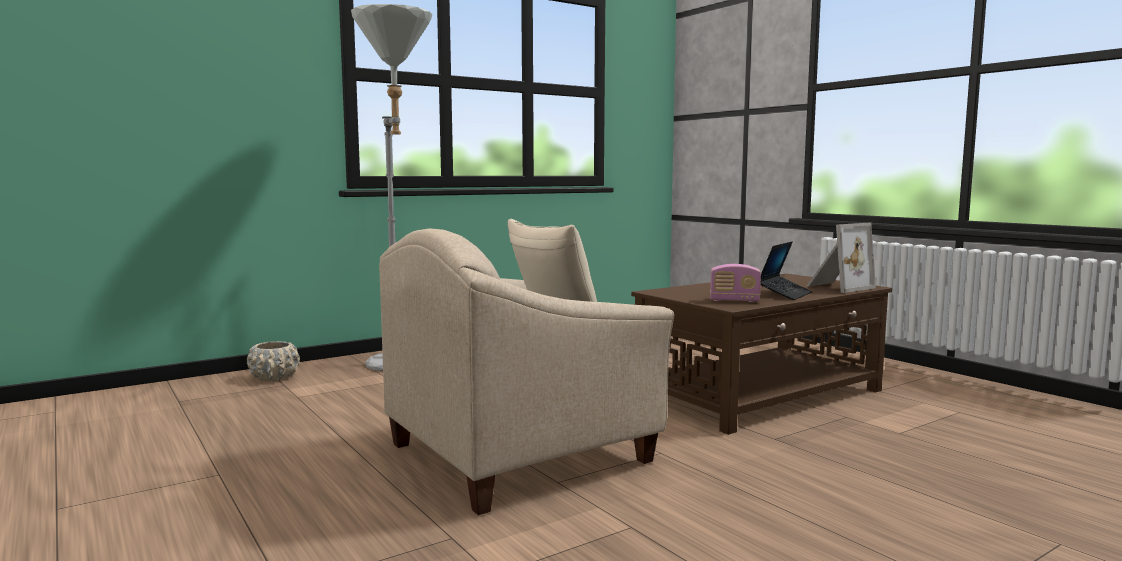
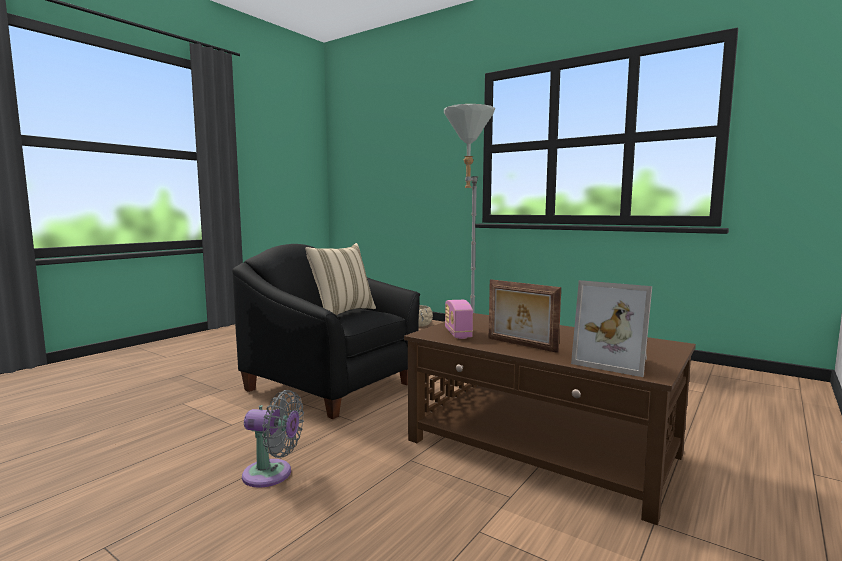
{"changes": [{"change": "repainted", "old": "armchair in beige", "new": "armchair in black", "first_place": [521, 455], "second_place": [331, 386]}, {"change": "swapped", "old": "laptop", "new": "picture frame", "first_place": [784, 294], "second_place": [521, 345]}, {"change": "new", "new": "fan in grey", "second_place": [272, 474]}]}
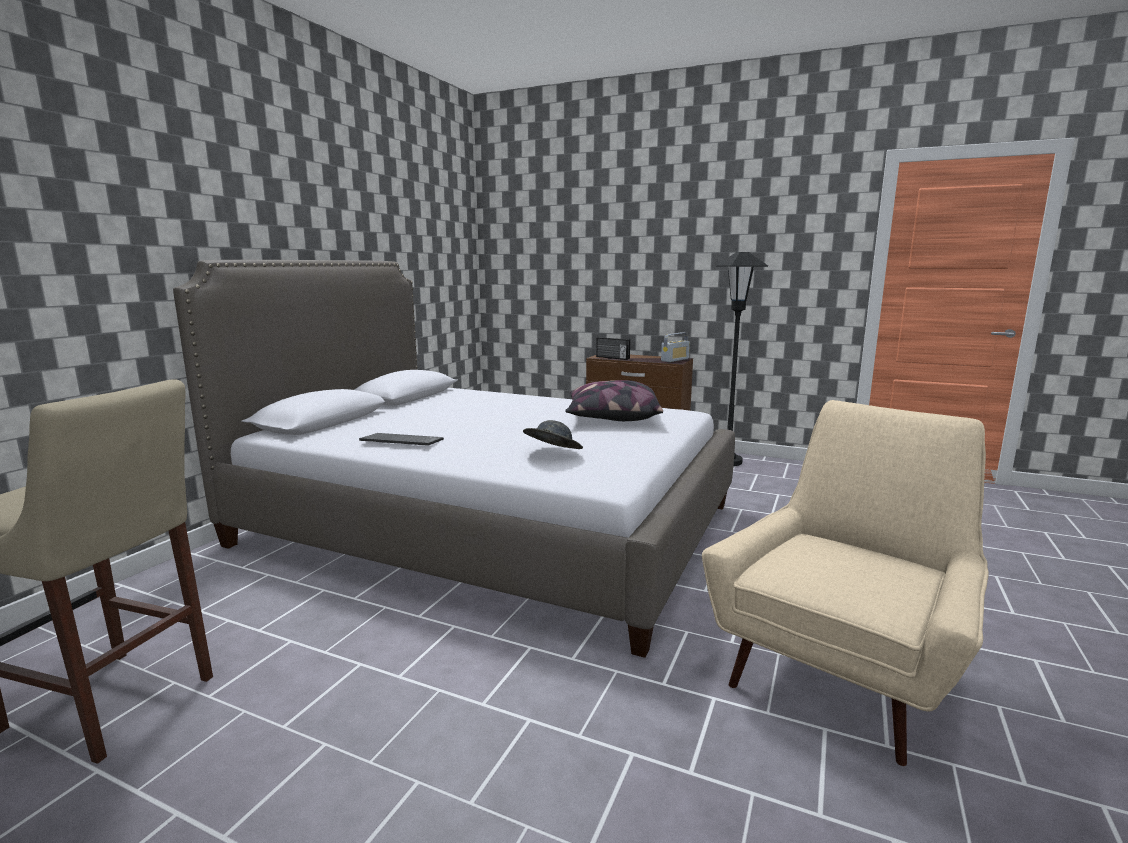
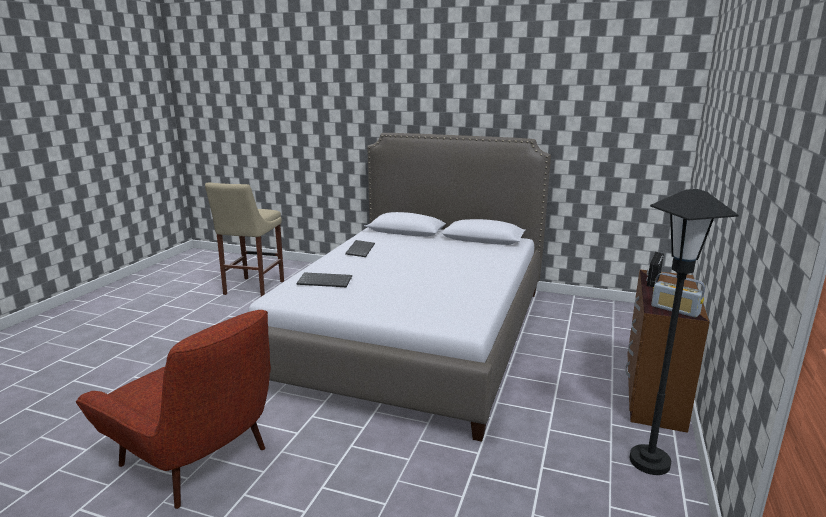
{"changes": [{"change": "gone", "old": "pillow", "first_place": [612, 418]}, {"change": "repainted", "old": "armchair in beige", "new": "armchair in red", "first_place": [840, 673], "second_place": [199, 460]}, {"change": "swapped", "old": "hat in grey", "new": "keyboard", "first_place": [552, 453], "second_place": [325, 281]}]}
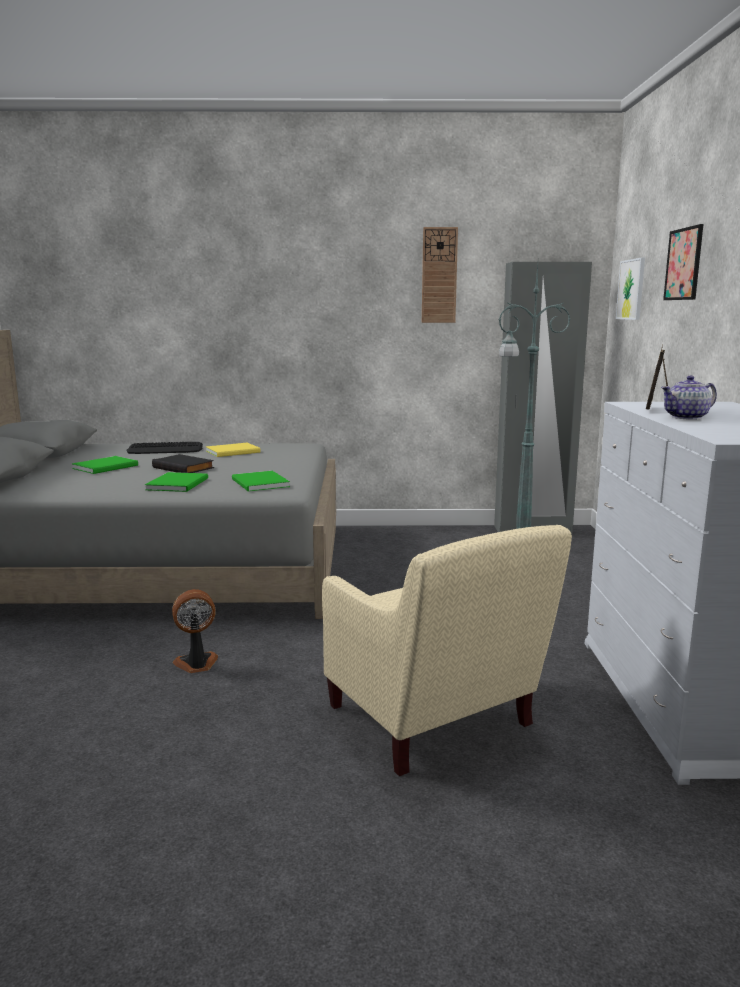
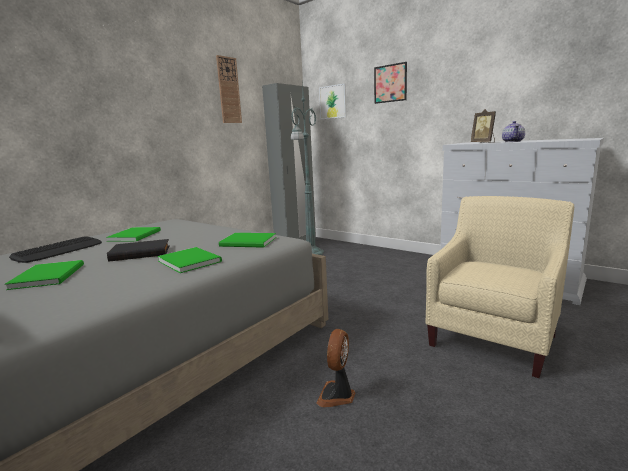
{"changes": [{"change": "repainted", "old": "book in yellow", "new": "book in green", "first_place": [234, 452], "second_place": [136, 235]}, {"change": "rotated", "old": "armchair in beige", "first_place": [434, 723], "second_place": [495, 336], "degrees": -60}]}
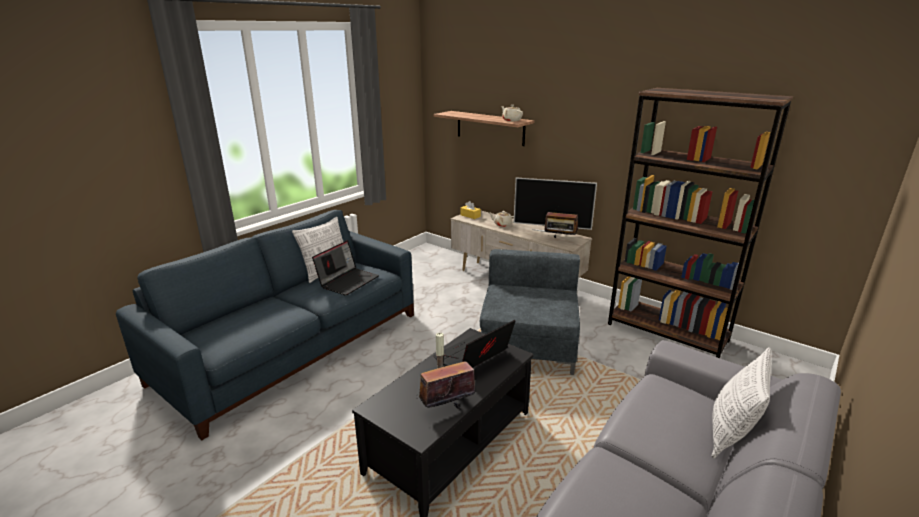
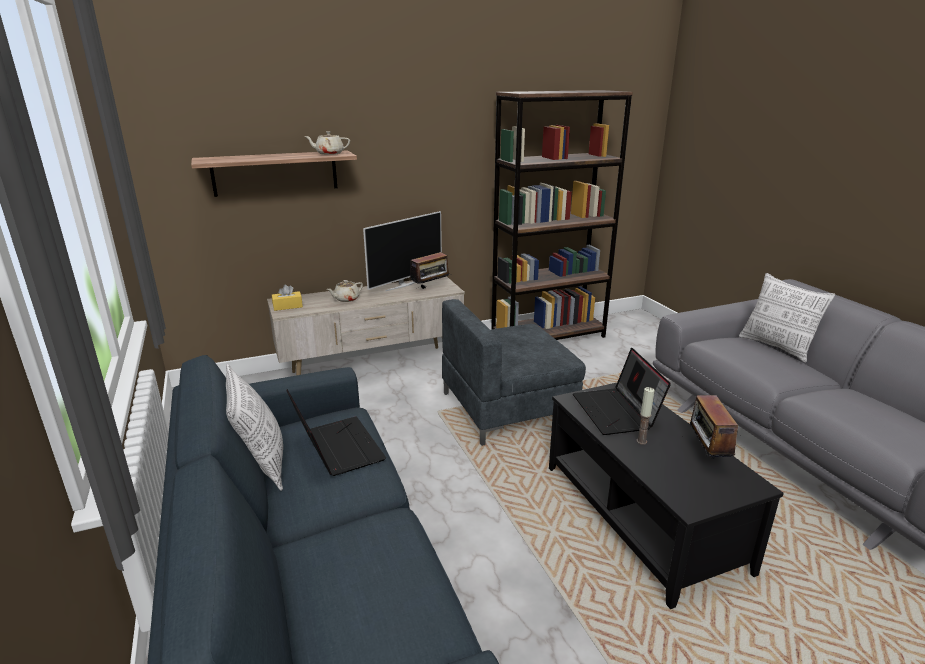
{"changes": [{"change": "rotated", "old": "armchair in grey", "first_place": [527, 347], "second_place": [509, 408], "degrees": -60}]}
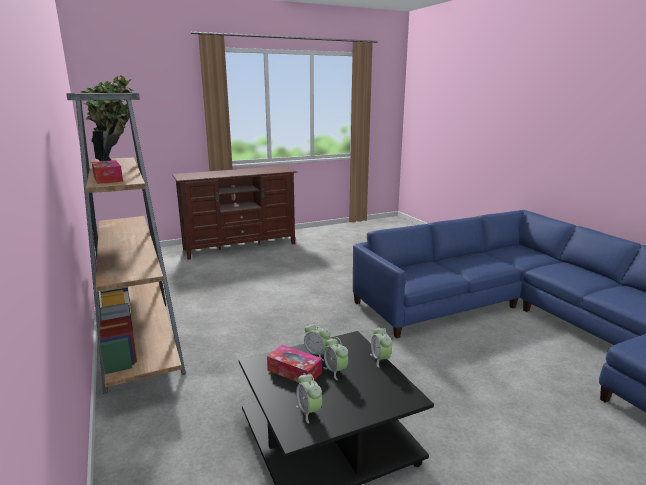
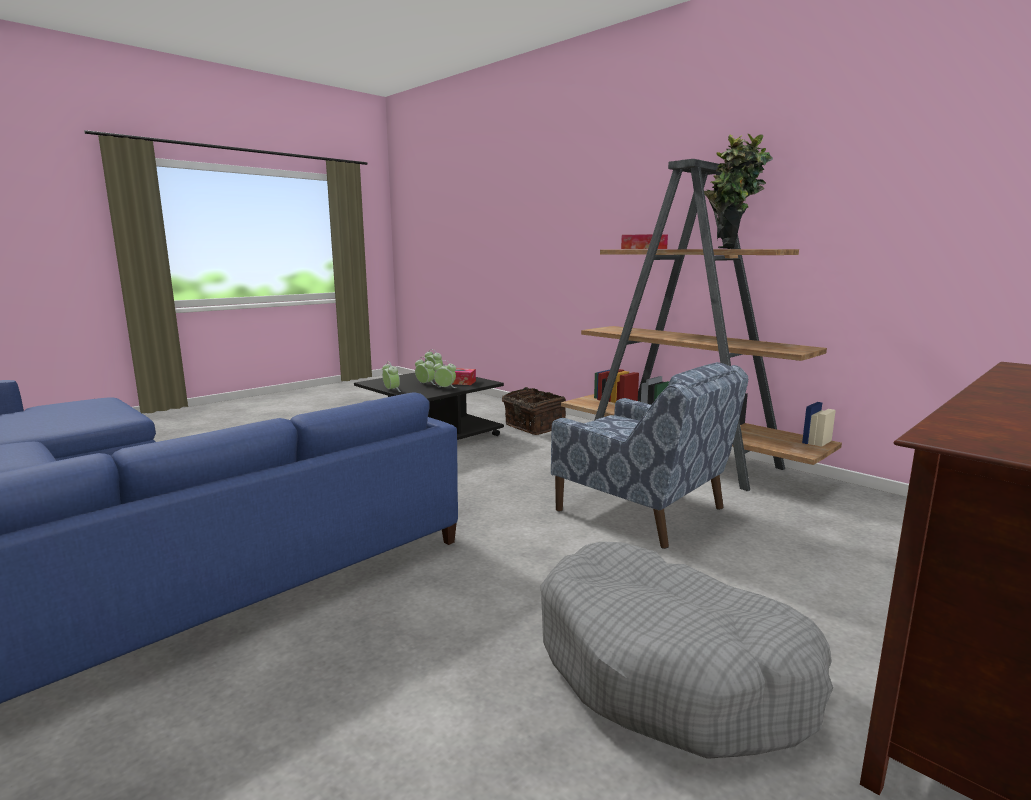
{"changes": [{"change": "new", "new": "armchair in blue", "second_place": [642, 511]}, {"change": "new", "new": "basket", "second_place": [533, 427]}, {"change": "new", "new": "dog bed in grey", "second_place": [671, 669]}]}
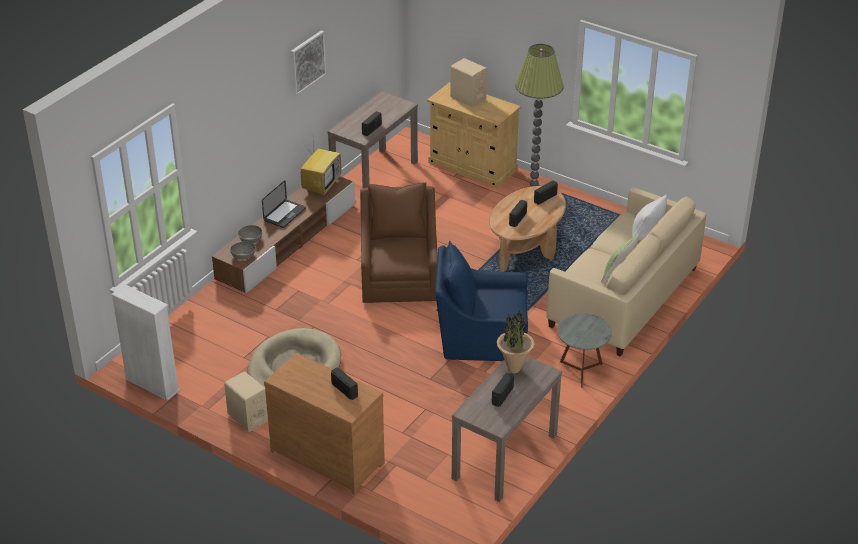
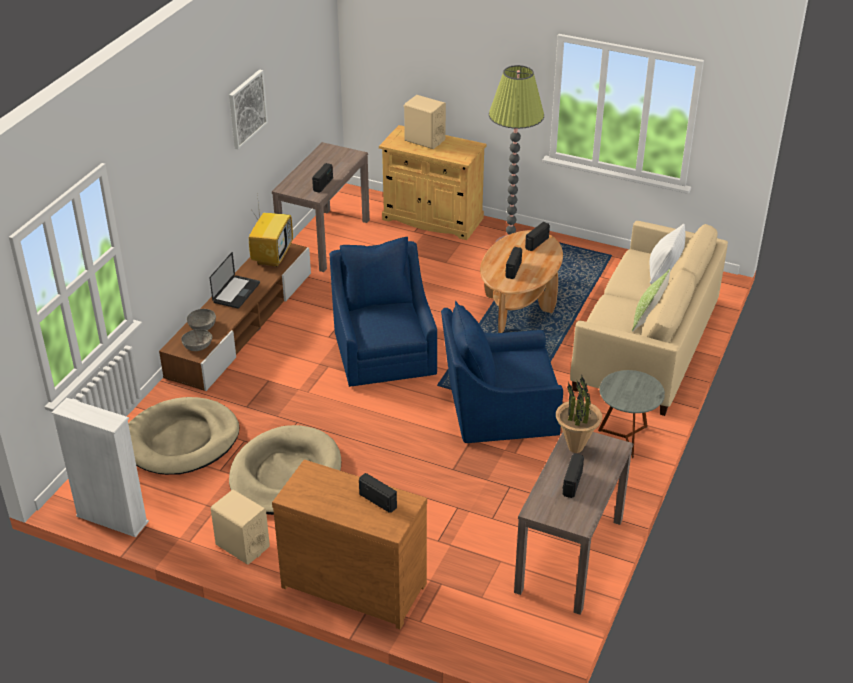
{"changes": [{"change": "repainted", "old": "armchair in brown", "new": "armchair in blue", "first_place": [399, 277], "second_place": [384, 351]}, {"change": "new", "new": "dog bed in beige", "second_place": [181, 440]}]}
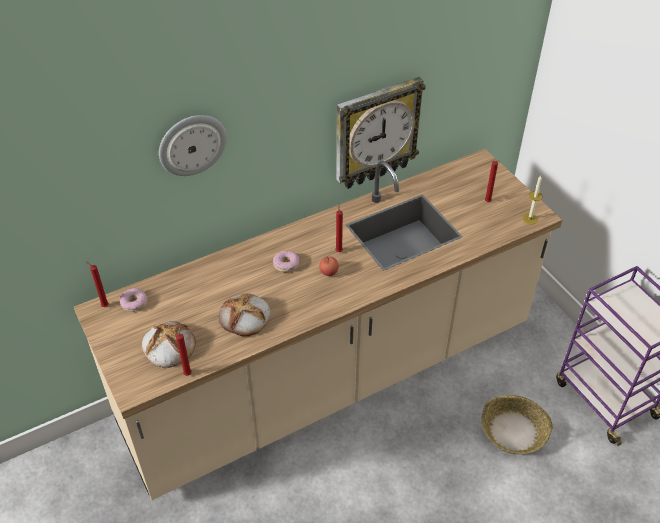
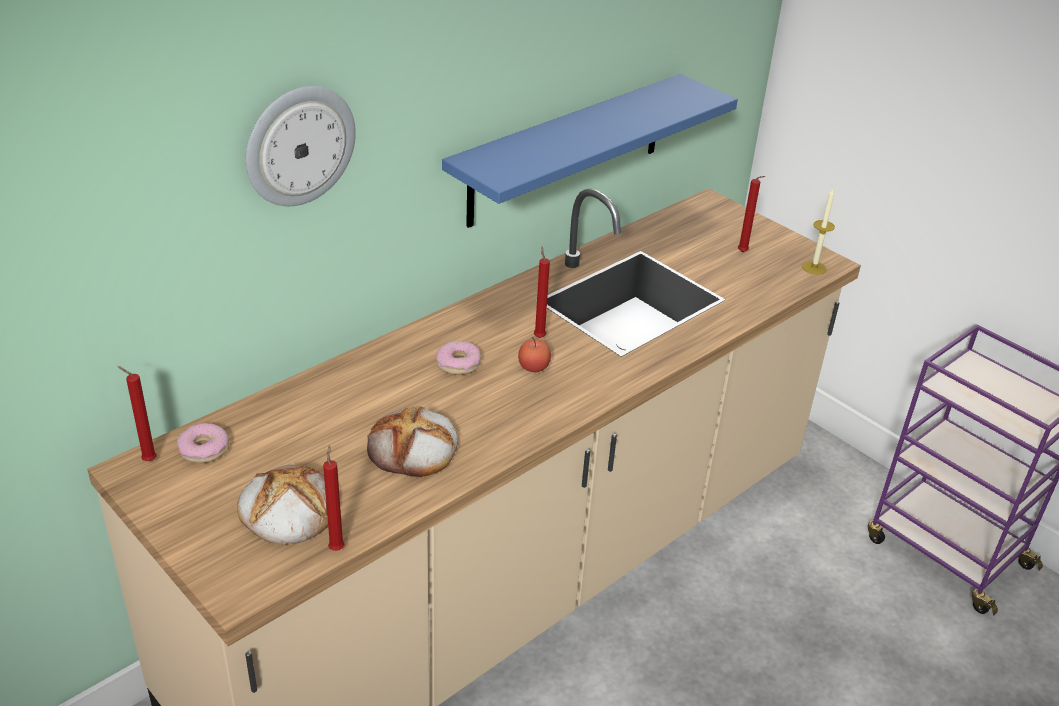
{"changes": [{"change": "swapped", "old": "wall clock", "new": "shelf in blue", "first_place": [376, 133], "second_place": [567, 150]}, {"change": "gone", "old": "basket", "first_place": [514, 431]}]}
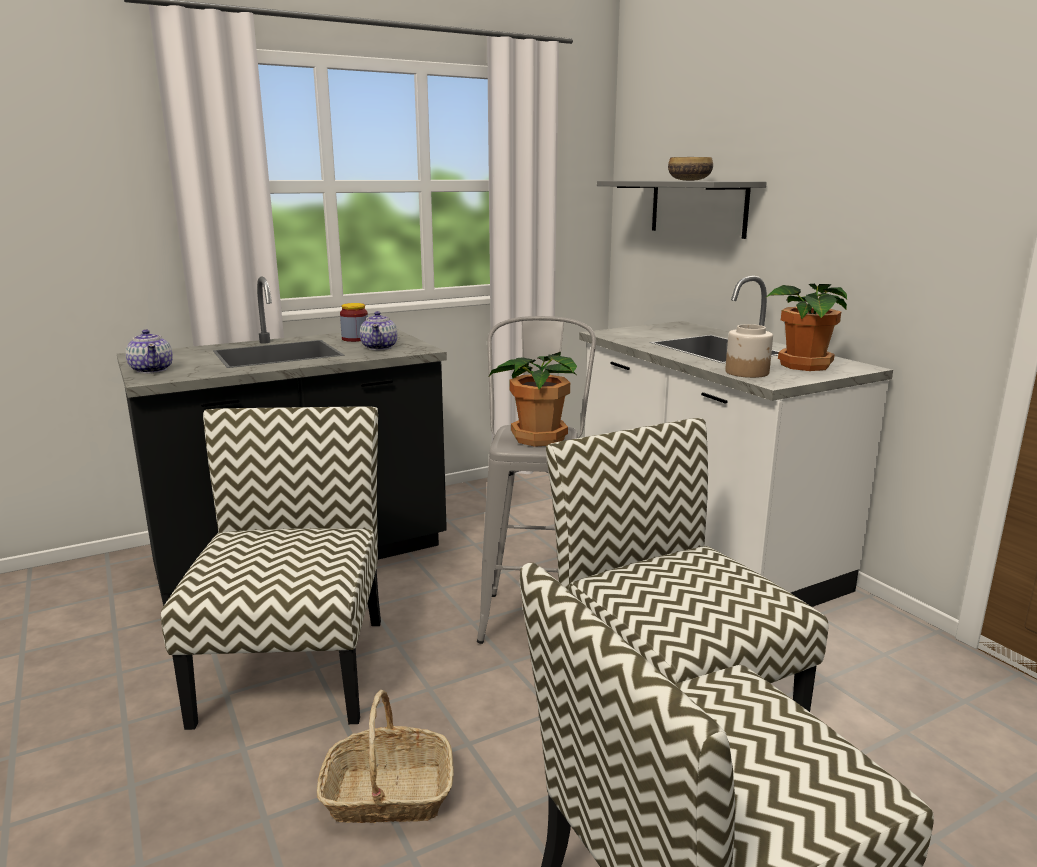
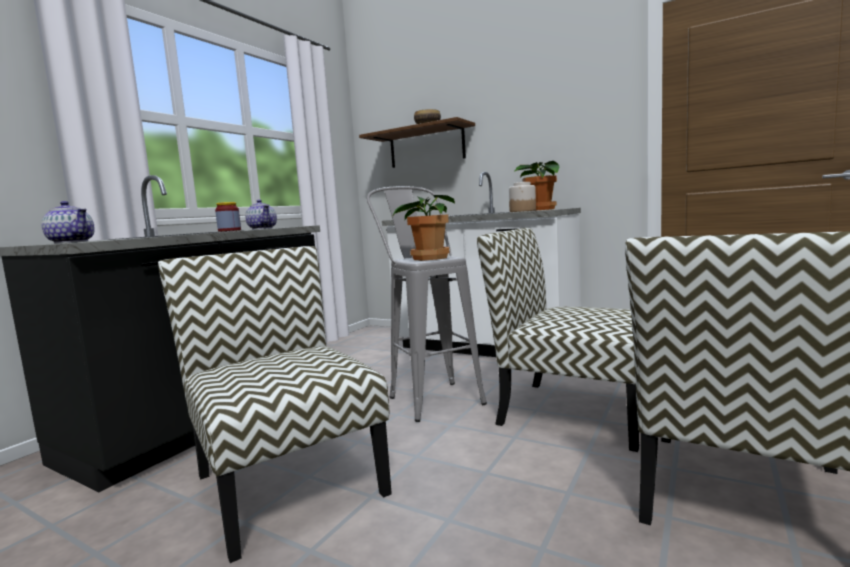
{"changes": [{"change": "repainted", "old": "shelf in grey", "new": "shelf in brown", "first_place": [698, 207], "second_place": [426, 147]}, {"change": "gone", "old": "basket", "first_place": [387, 794]}]}
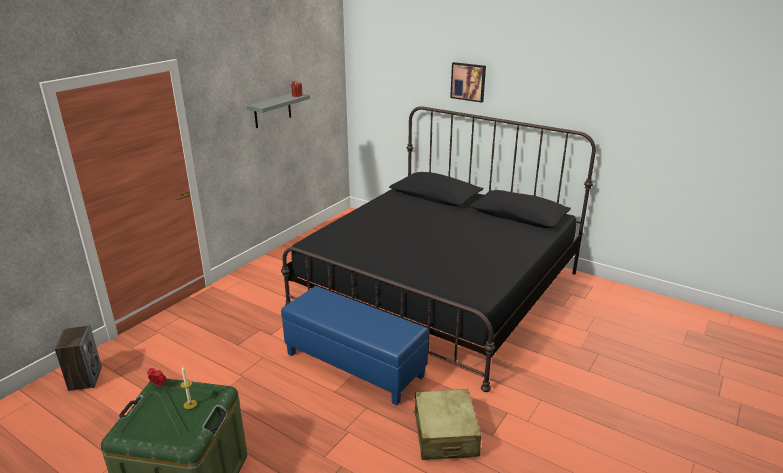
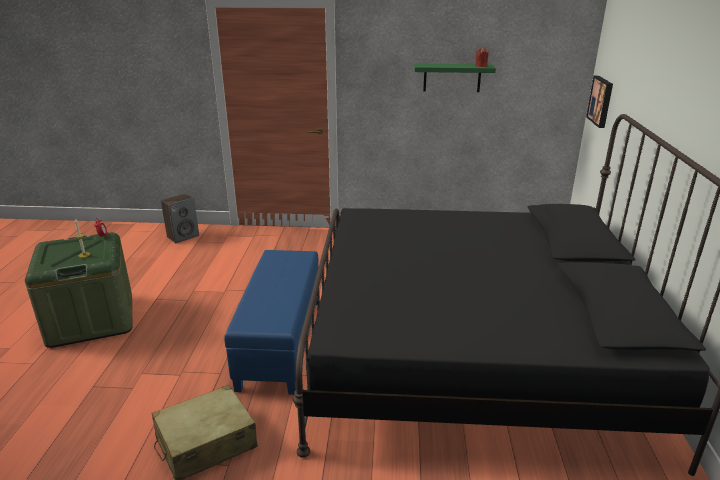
{"changes": [{"change": "shifted", "old": "picture", "first_place": [468, 81], "second_place": [601, 101]}, {"change": "repainted", "old": "shelf in grey", "new": "shelf in green", "first_place": [272, 110], "second_place": [452, 77]}]}
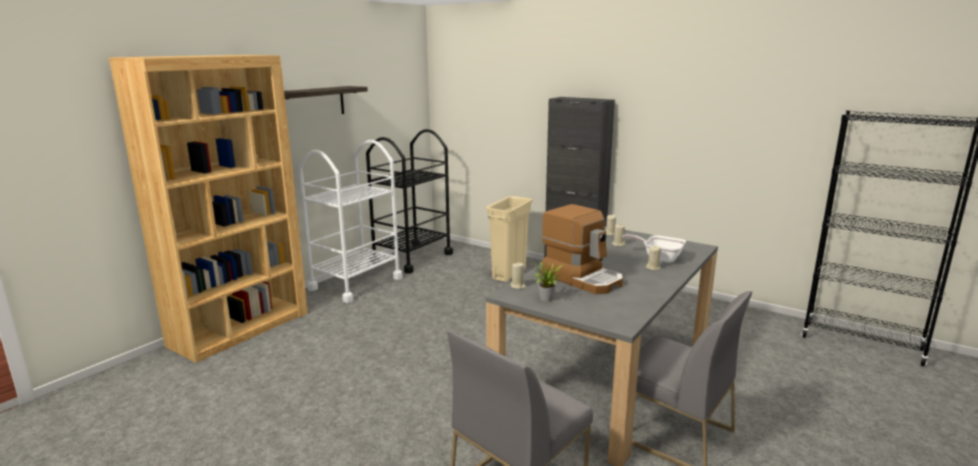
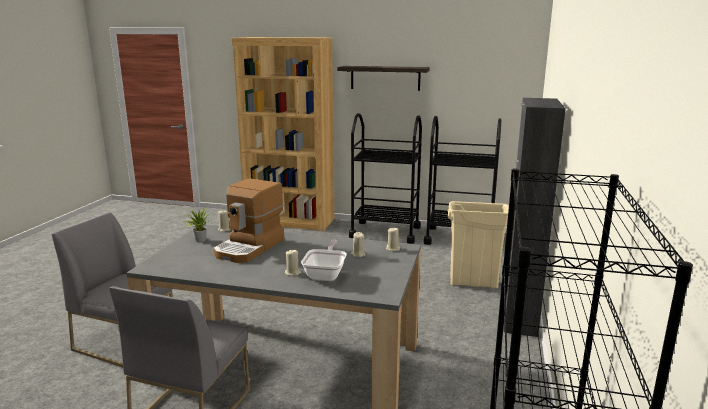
{"changes": [{"change": "repainted", "old": "cart in white", "new": "cart in black", "first_place": [356, 283], "second_place": [385, 232]}]}
